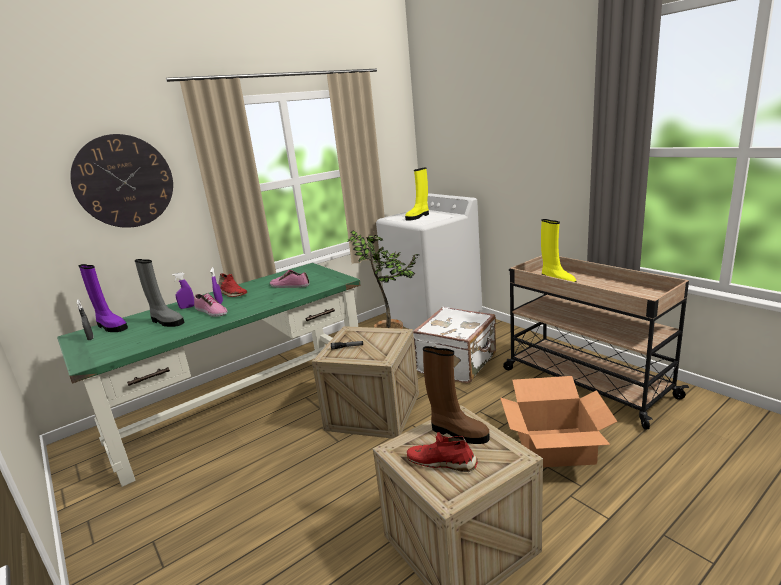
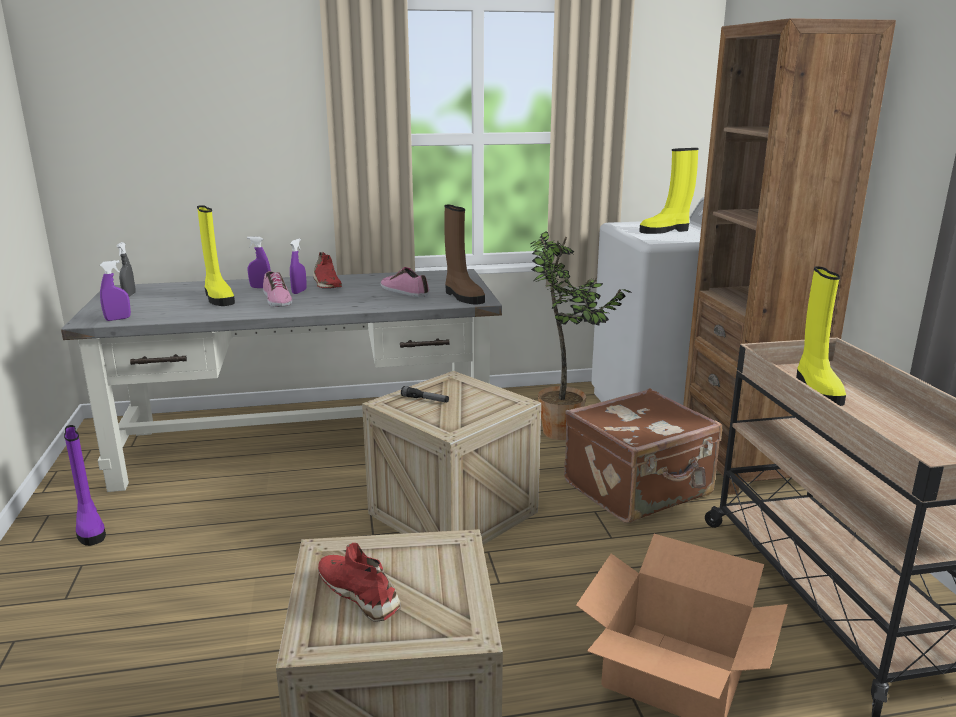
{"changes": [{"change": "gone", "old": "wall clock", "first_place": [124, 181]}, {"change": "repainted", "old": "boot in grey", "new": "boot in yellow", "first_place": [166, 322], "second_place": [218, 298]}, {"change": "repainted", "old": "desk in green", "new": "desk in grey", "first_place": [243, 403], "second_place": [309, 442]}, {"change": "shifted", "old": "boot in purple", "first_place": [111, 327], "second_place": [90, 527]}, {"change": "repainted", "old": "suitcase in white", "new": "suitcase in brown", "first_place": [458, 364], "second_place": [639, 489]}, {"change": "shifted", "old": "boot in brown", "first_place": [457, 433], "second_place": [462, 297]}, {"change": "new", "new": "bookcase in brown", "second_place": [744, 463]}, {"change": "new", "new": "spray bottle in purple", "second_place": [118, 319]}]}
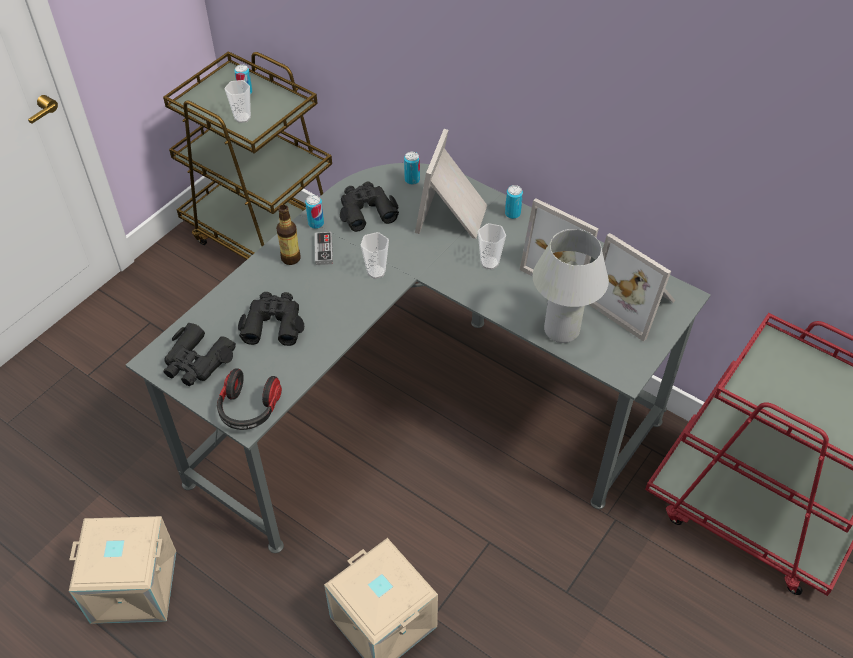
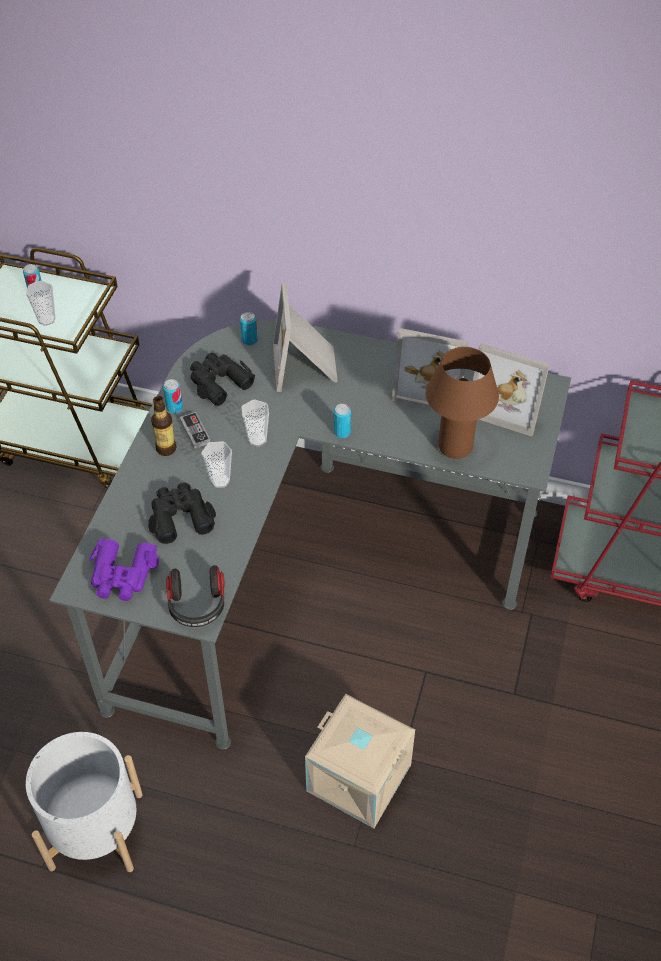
{"changes": [{"change": "shifted", "old": "can", "first_place": [512, 214], "second_place": [342, 432]}, {"change": "shifted", "old": "cup", "first_place": [489, 263], "second_place": [220, 481]}, {"change": "repainted", "old": "table lamp in white", "new": "table lamp in brown", "first_place": [561, 330], "second_place": [455, 446]}, {"change": "repainted", "old": "binoculars in black", "new": "binoculars in purple", "first_place": [197, 362], "second_place": [122, 575]}, {"change": "swapped", "old": "storage box in beige", "new": "planter in white", "first_place": [133, 588], "second_place": [96, 830]}]}
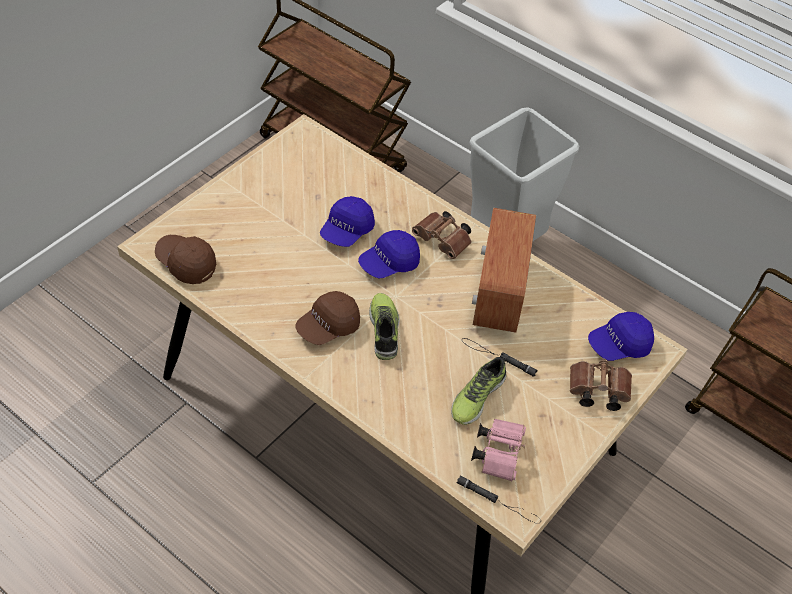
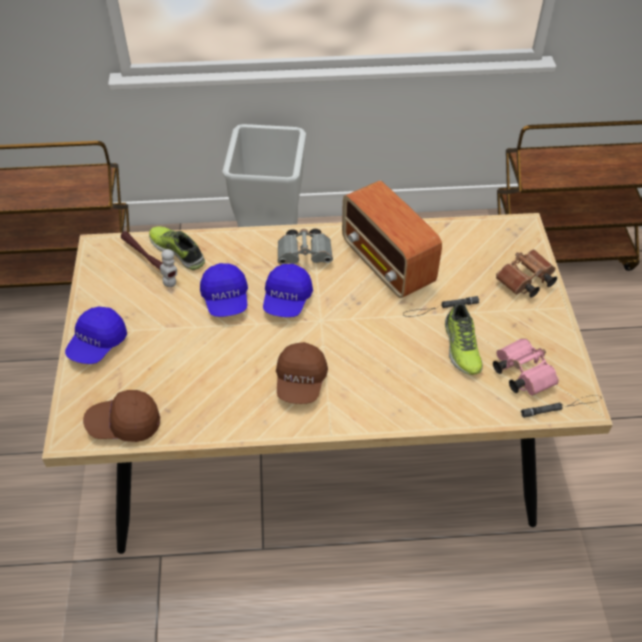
{"changes": [{"change": "repainted", "old": "binoculars in brown", "new": "binoculars in grey", "first_place": [444, 242], "second_place": [306, 255]}, {"change": "shifted", "old": "shoe", "first_place": [385, 330], "second_place": [178, 251]}, {"change": "shifted", "old": "cap in blue", "first_place": [619, 345], "second_place": [98, 344]}, {"change": "new", "new": "hammer", "second_place": [150, 262]}]}
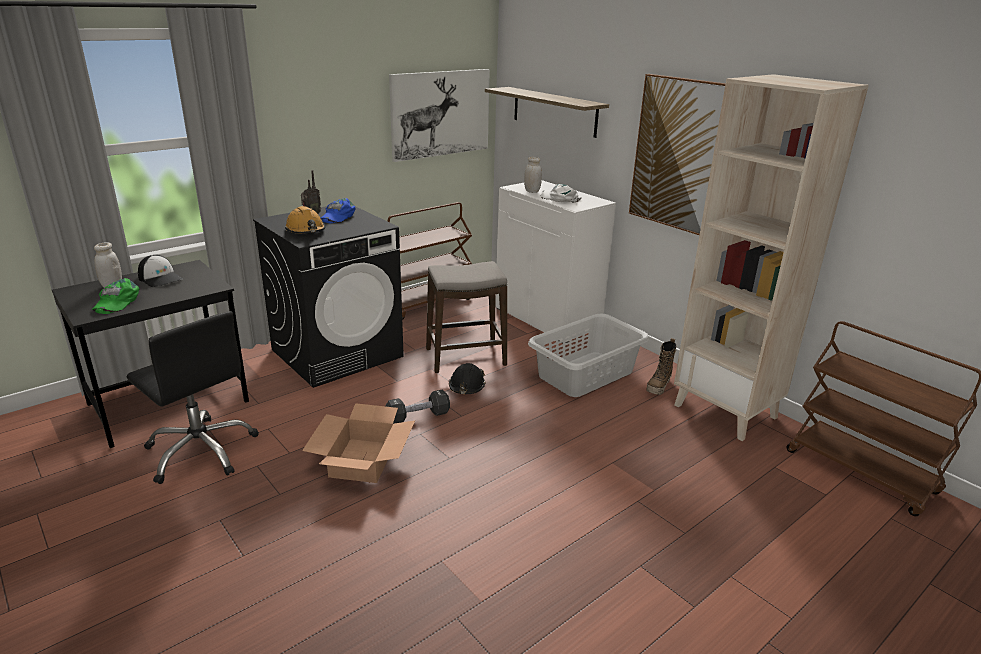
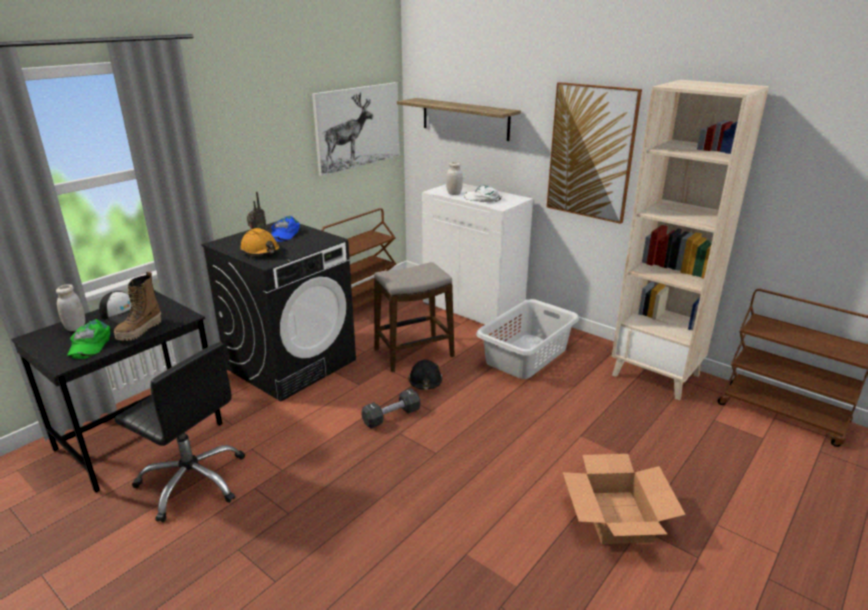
{"changes": [{"change": "shifted", "old": "boot", "first_place": [659, 386], "second_place": [140, 331]}, {"change": "shifted", "old": "cardboard box", "first_place": [362, 460], "second_place": [616, 517]}]}
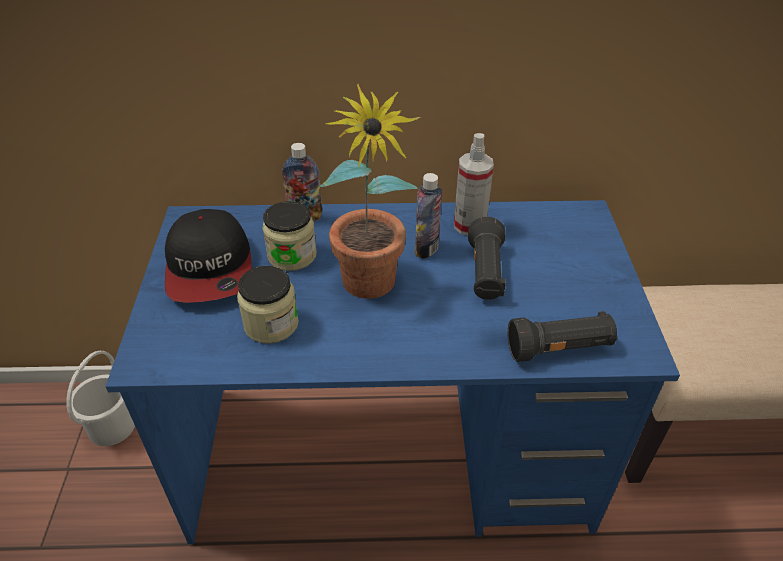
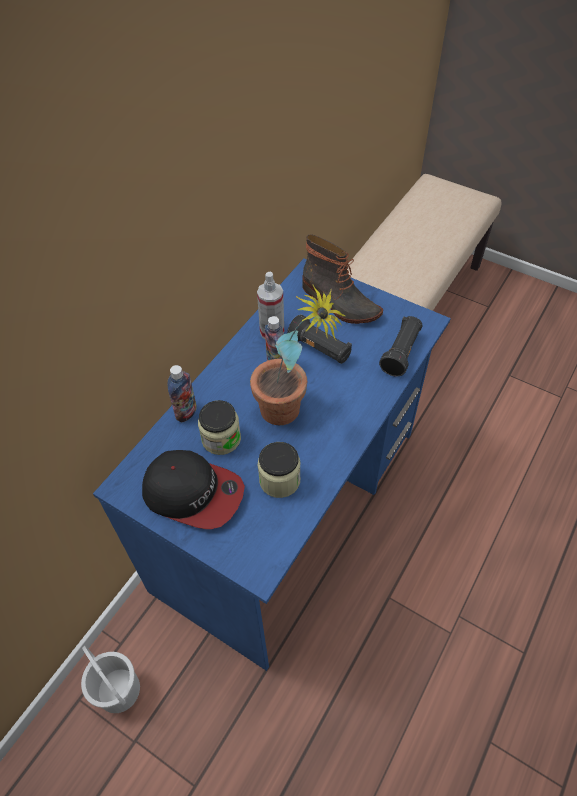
{"changes": [{"change": "new", "new": "boot", "second_place": [339, 303]}]}
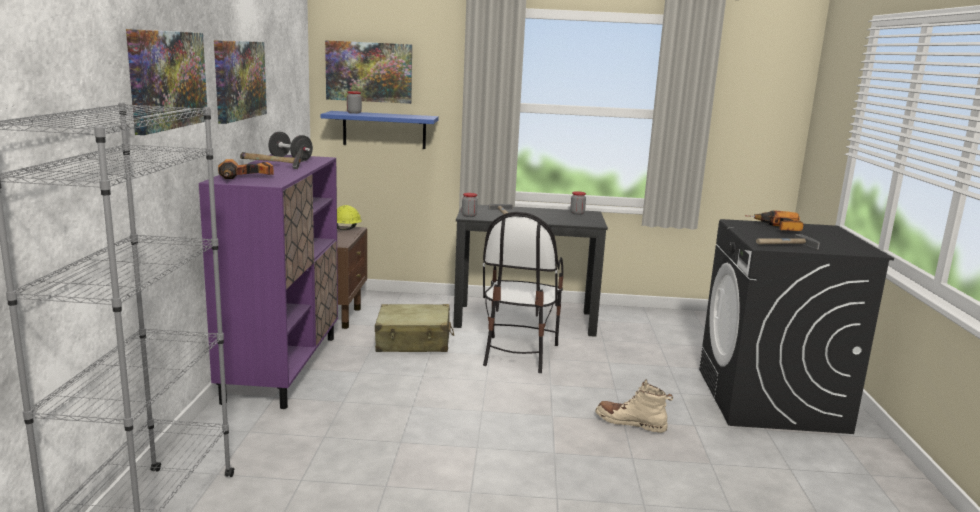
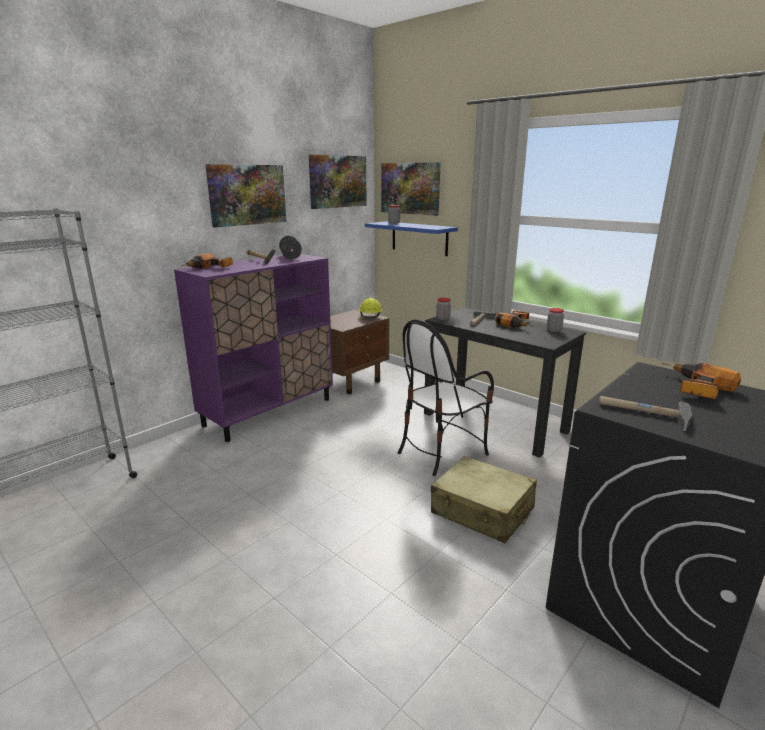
{"changes": [{"change": "shifted", "old": "picture", "first_place": [167, 79], "second_place": [337, 181]}, {"change": "shifted", "old": "suitcase in beige", "first_place": [414, 341], "second_place": [482, 511]}, {"change": "gone", "old": "boot in beige", "first_place": [630, 423]}, {"change": "new", "new": "power drill", "second_place": [517, 324]}]}
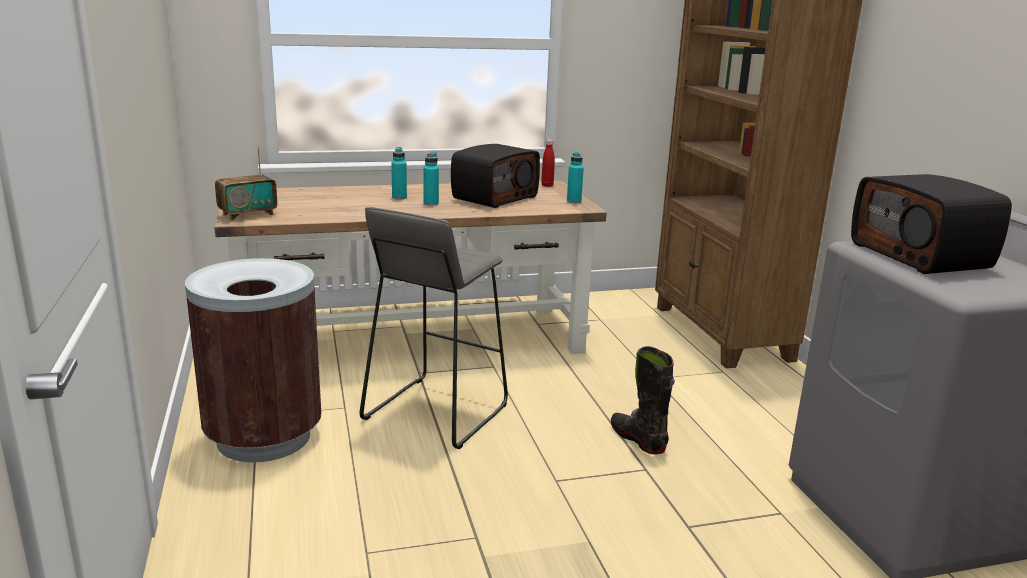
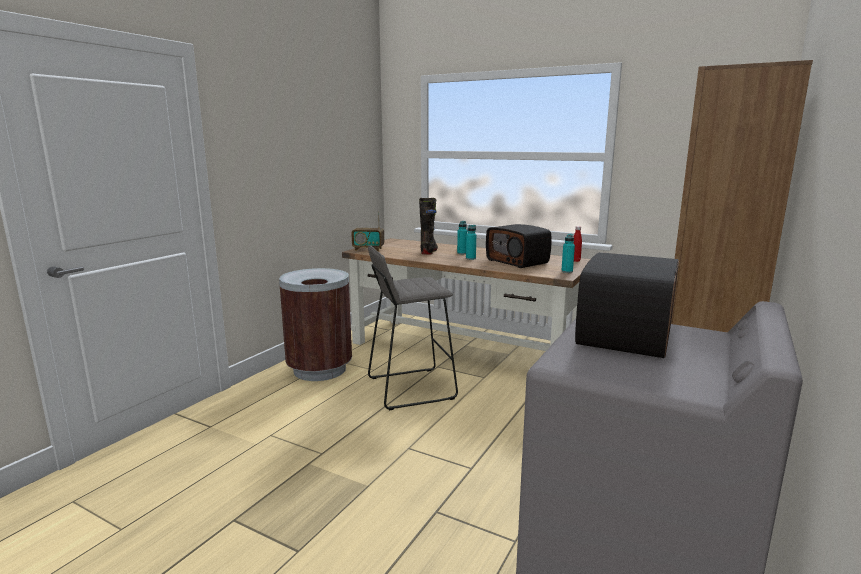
{"changes": [{"change": "rotated", "old": "radio", "first_place": [494, 197], "second_place": [518, 261], "degrees": 60}, {"change": "shifted", "old": "boot in black", "first_place": [638, 439], "second_place": [429, 251]}]}
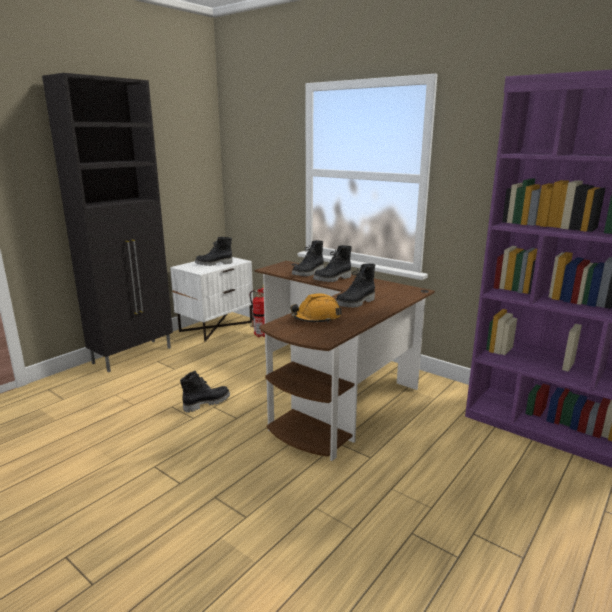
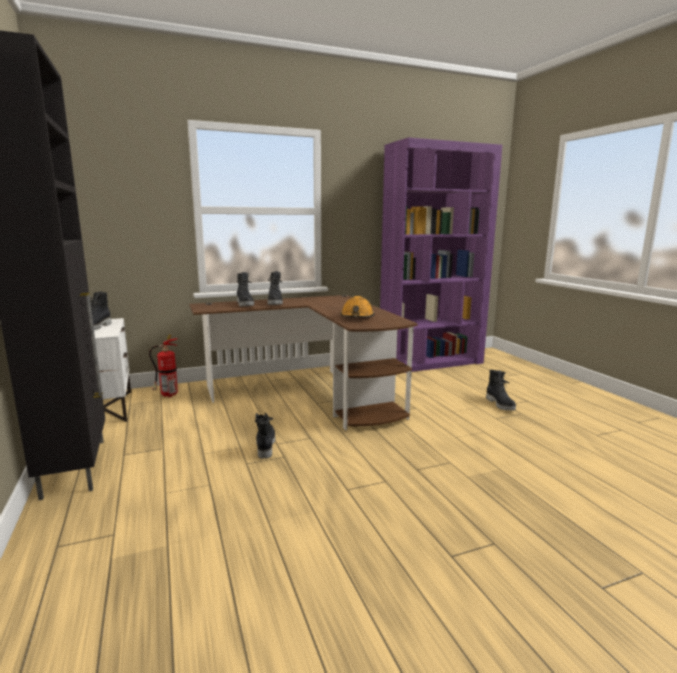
{"changes": [{"change": "shifted", "old": "boot in black", "first_place": [356, 303], "second_place": [501, 404]}]}
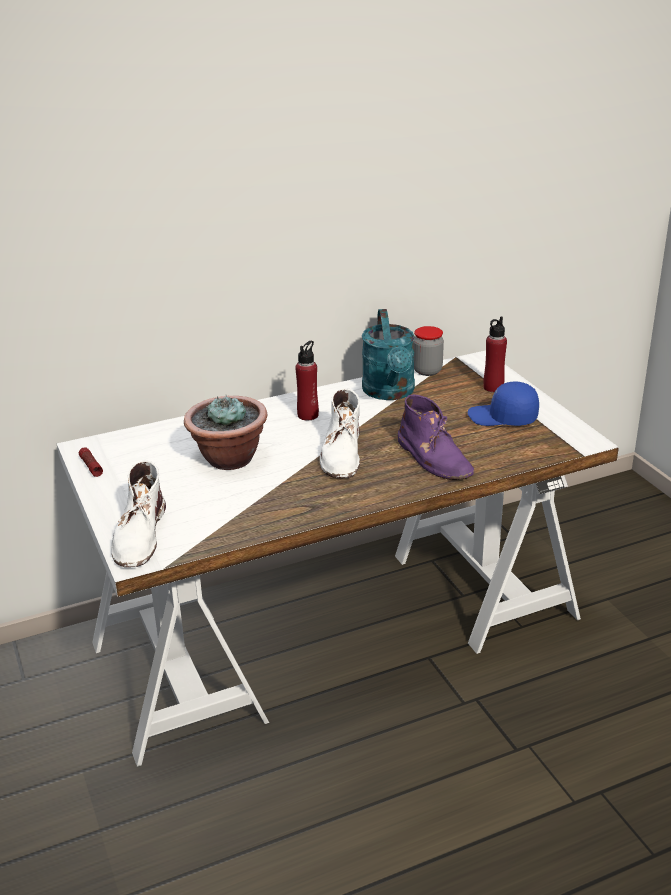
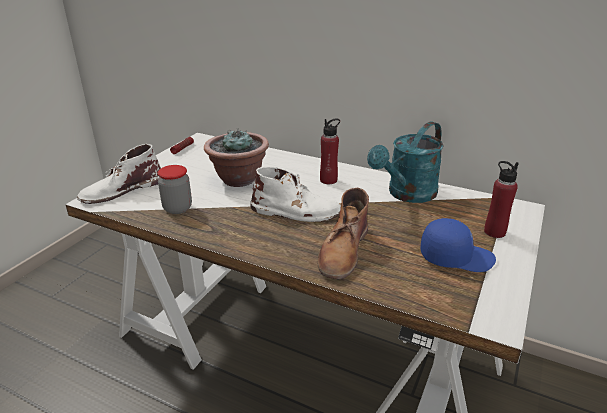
{"changes": [{"change": "shifted", "old": "jar", "first_place": [427, 371], "second_place": [177, 208]}, {"change": "rotated", "old": "cap in blue", "first_place": [502, 418], "second_place": [455, 257], "degrees": 120}, {"change": "rotated", "old": "boot in white", "first_place": [341, 454], "second_place": [296, 211], "degrees": -135}, {"change": "repainted", "old": "boot in purple", "new": "boot in brown", "first_place": [434, 458], "second_place": [343, 251]}]}
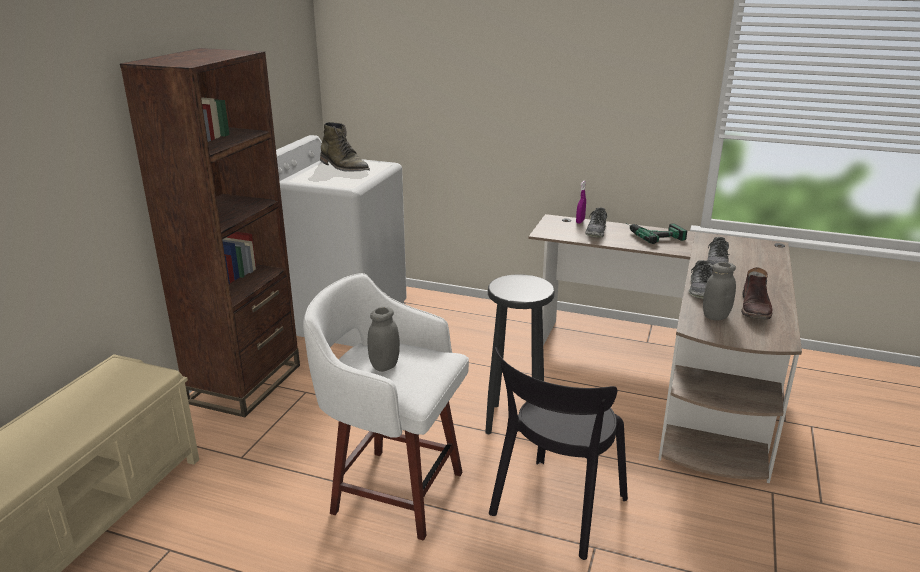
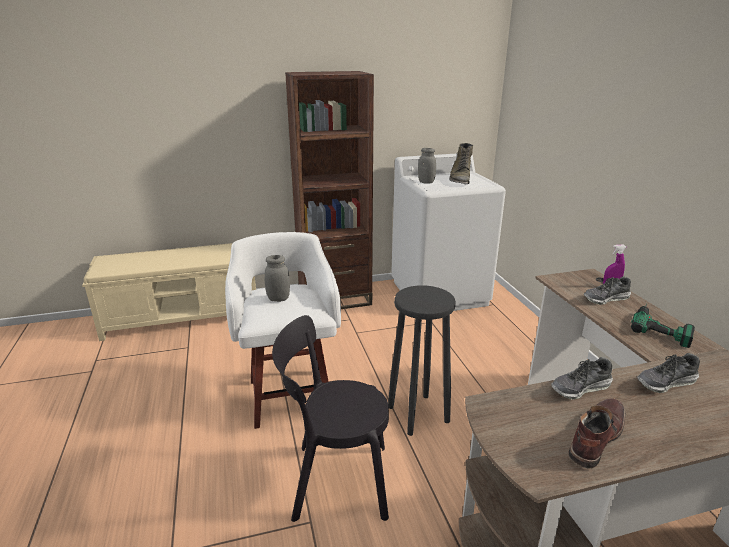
{"changes": [{"change": "shifted", "old": "jar in grey", "first_place": [715, 316], "second_place": [426, 182]}, {"change": "rotated", "old": "boot in brown", "first_place": [755, 308], "second_place": [595, 437], "degrees": 150}]}
